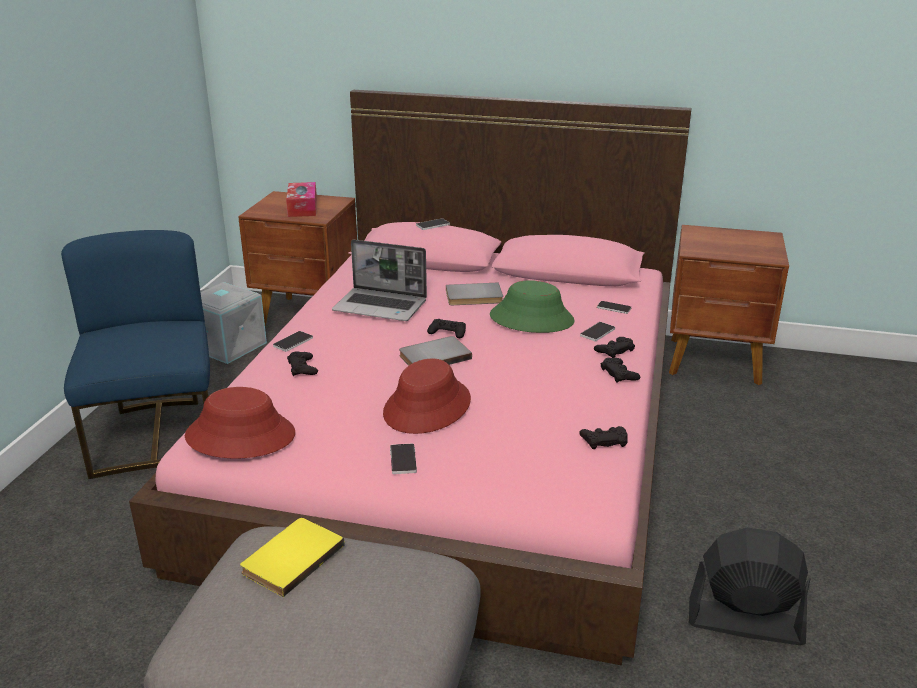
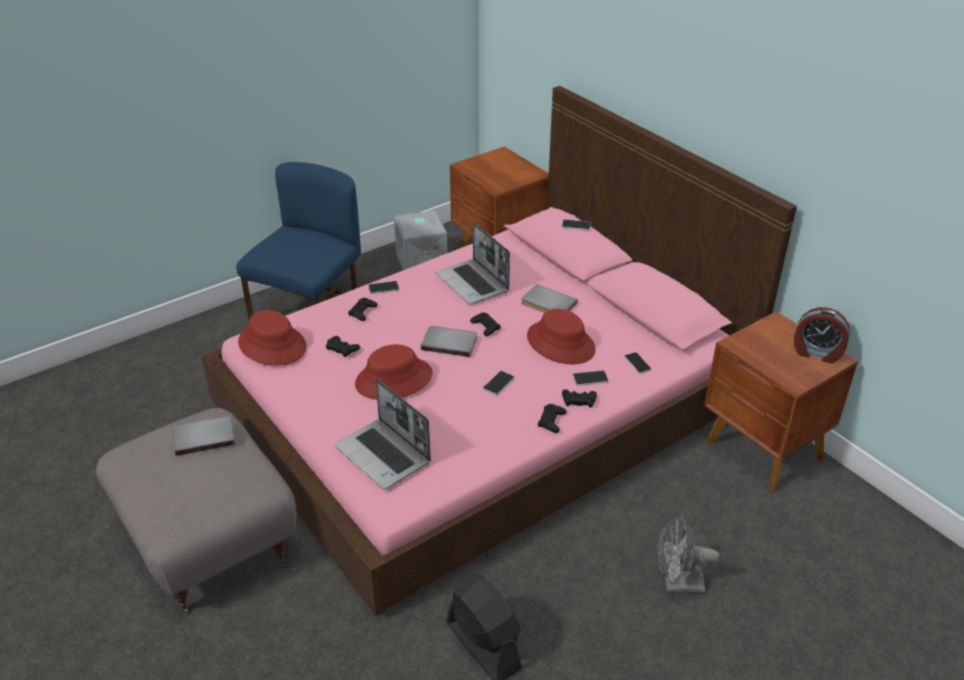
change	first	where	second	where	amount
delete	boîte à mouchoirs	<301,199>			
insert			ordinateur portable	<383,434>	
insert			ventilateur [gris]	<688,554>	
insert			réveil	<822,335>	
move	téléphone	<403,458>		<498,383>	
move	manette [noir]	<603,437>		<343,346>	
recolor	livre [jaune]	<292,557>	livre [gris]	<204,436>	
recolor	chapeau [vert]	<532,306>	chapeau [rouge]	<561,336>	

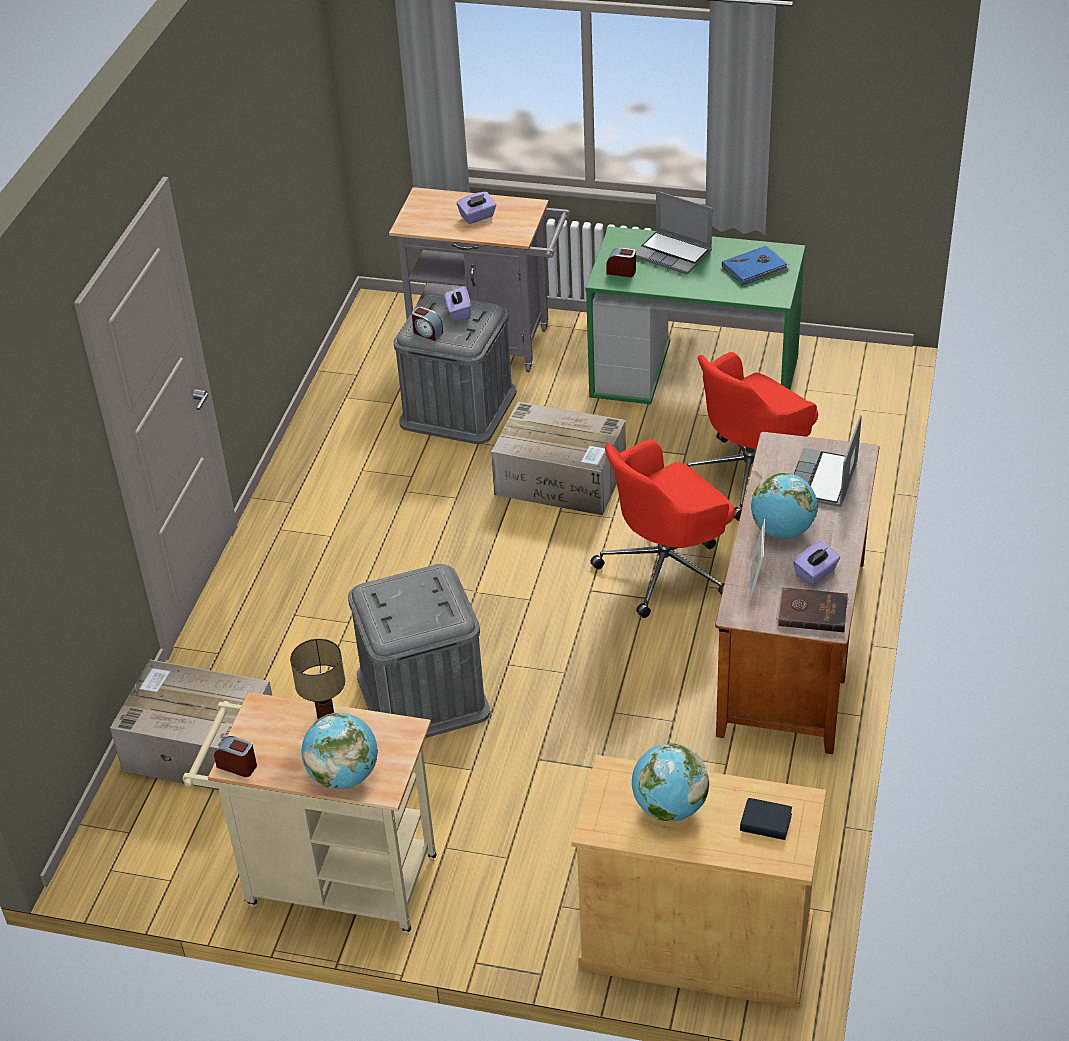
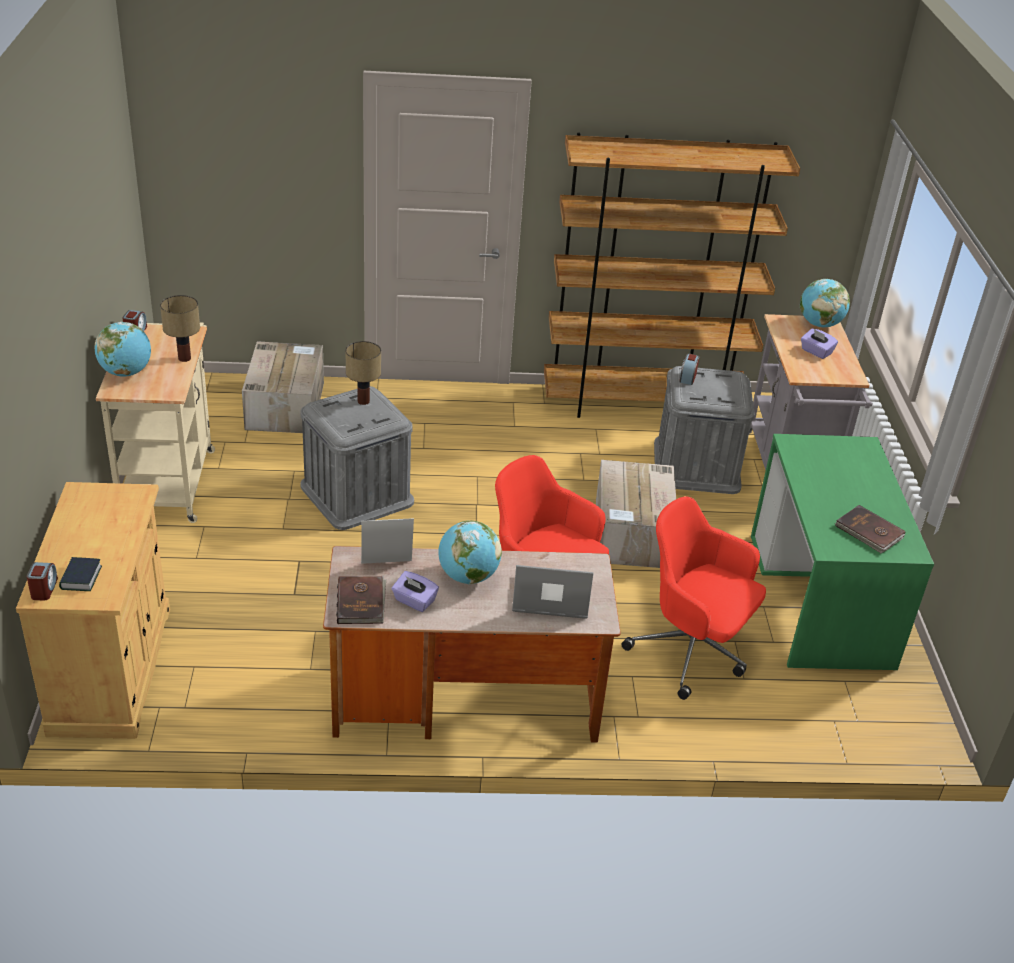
change	first	where	second	where	amount
delete	boîte à mouchoirs [violet]	<458,303>			
delete	ordinateur portable	<674,232>			
insert			lampe de table	<363,373>	
insert			bibliothèque [marron]	<672,275>	
move	réveil	<621,262>		<42,581>	
move	globe	<670,782>		<825,303>	
recolor	livre [bleu]	<755,265>	livre [marron]	<870,529>	

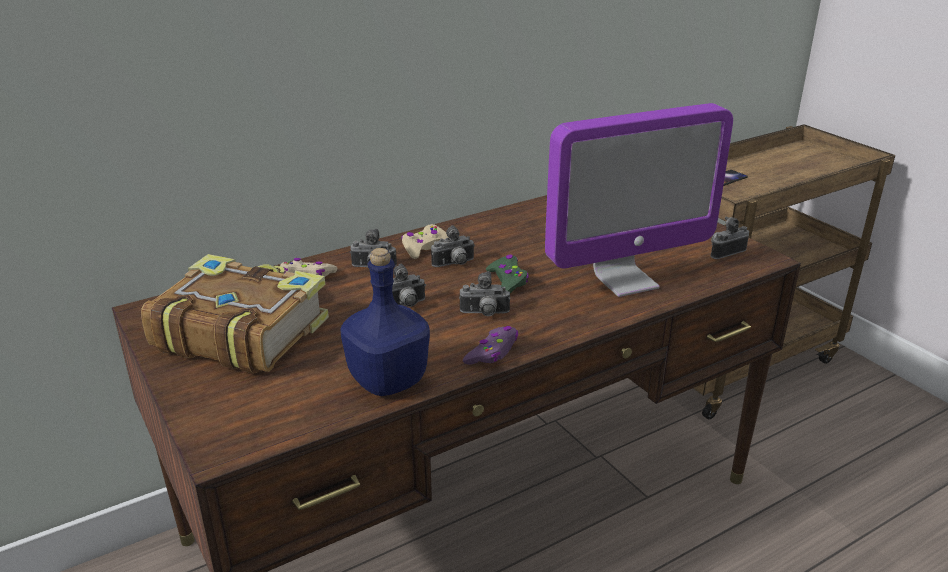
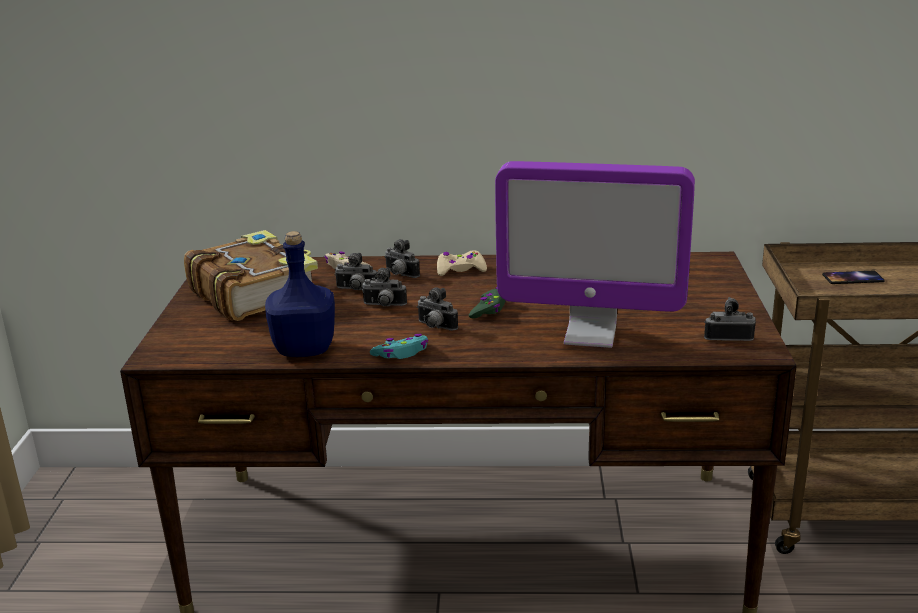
change	first	where	second	where	amount
move	appareil photo	<453,246>		<355,271>	
recolor	manette [violet]	<490,345>	manette [turquoise]	<399,346>	

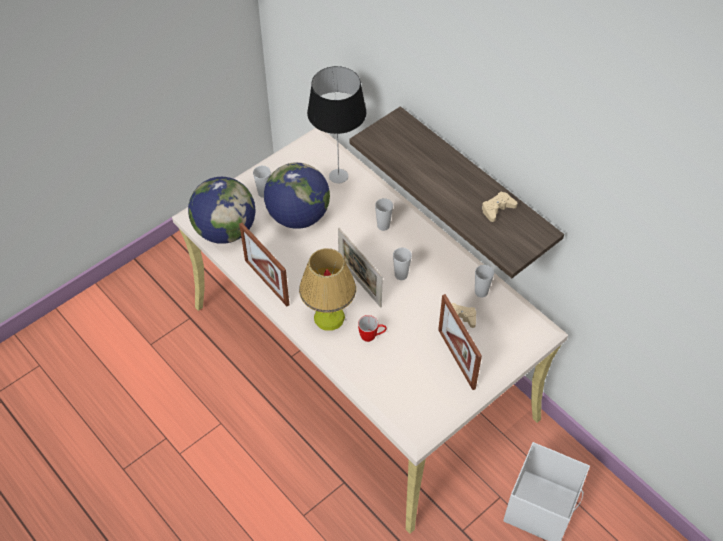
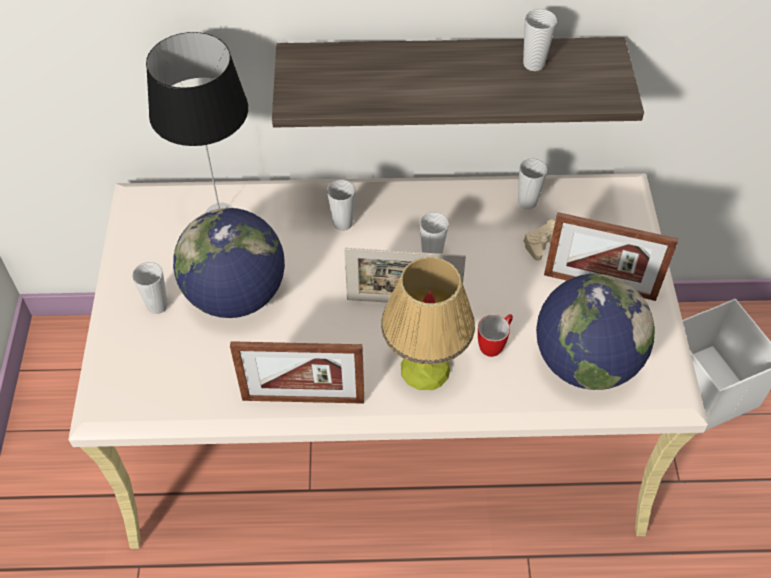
change	first	where	second	where	amount
move	globe	<222,210>		<595,332>	
replace	manette [beige]	<499,207>	tasse	<540,40>	

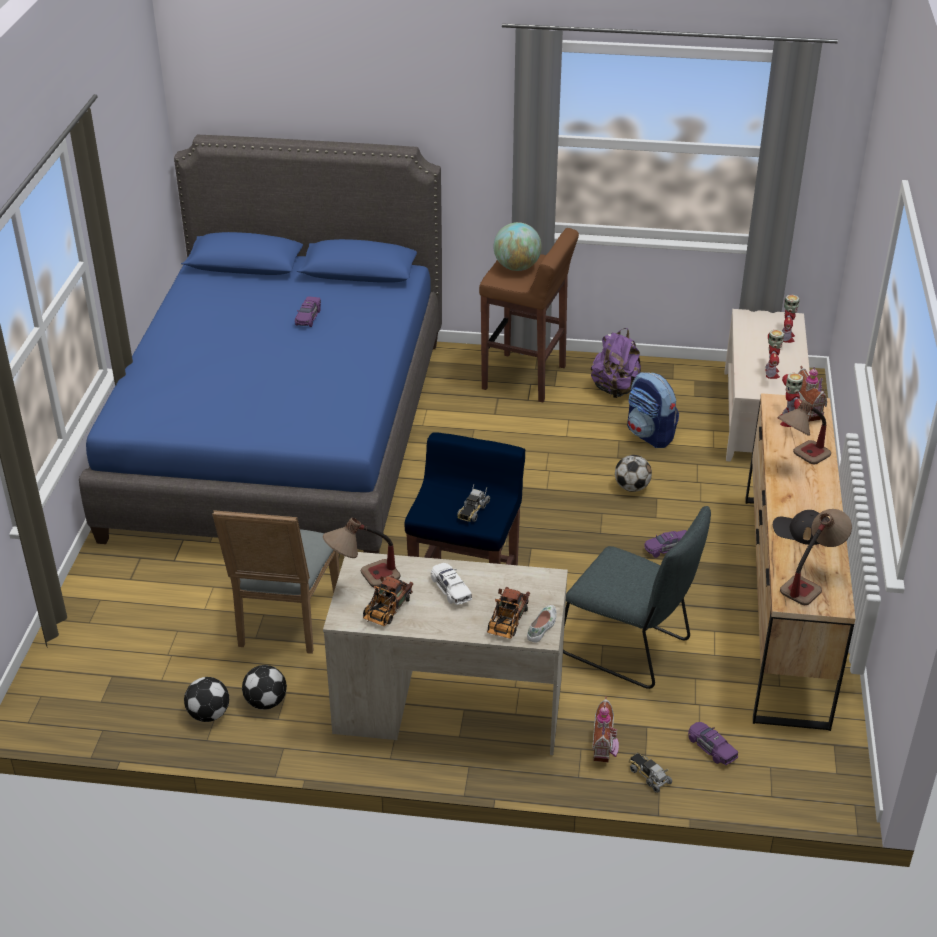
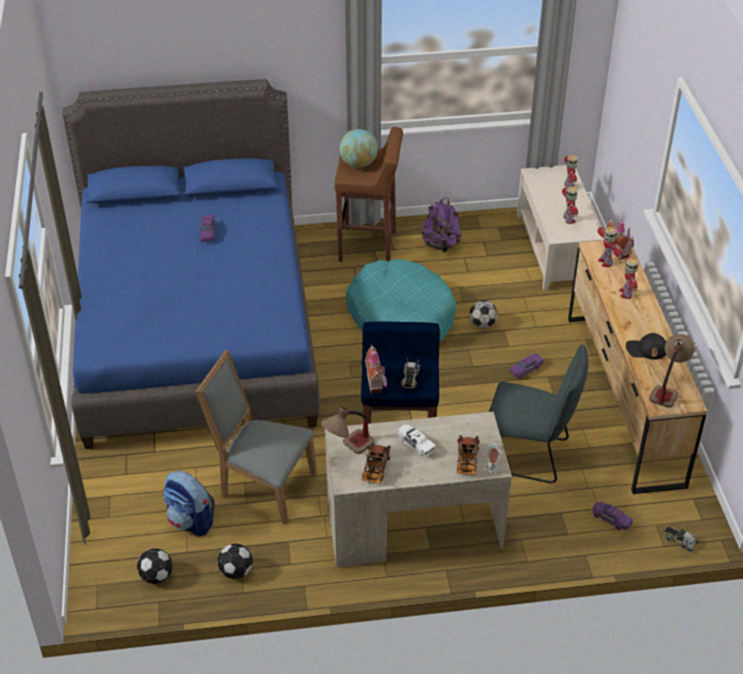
change	first	where	second	where	amount
insert			panier pour chien [turquoise]	<401,300>	
move	ballon de foot	<264,687>		<155,566>	
move	maison miniature	<606,729>		<376,368>	
move	sac à dos	<653,410>		<188,503>	
move	camion jouet	<650,773>		<681,539>	
replace	lampe de table	<804,432>	robot jouet	<629,278>	
rotate	chaise [gris]	<276,582>		<256,437>	120 degrees clockwise

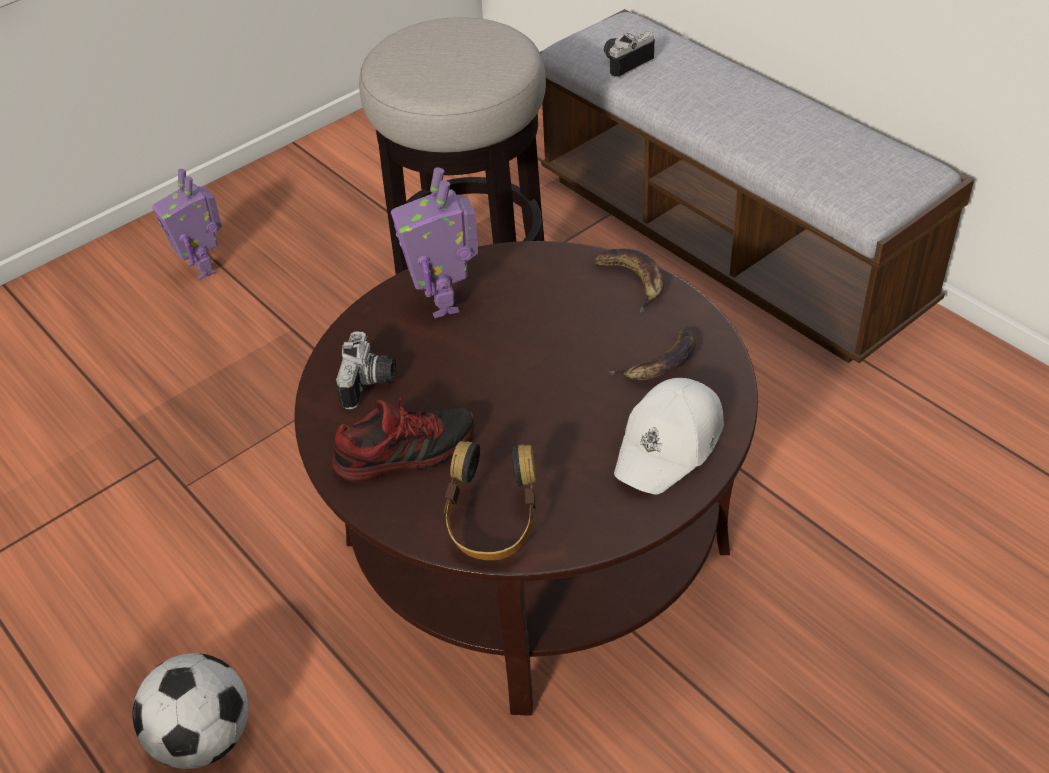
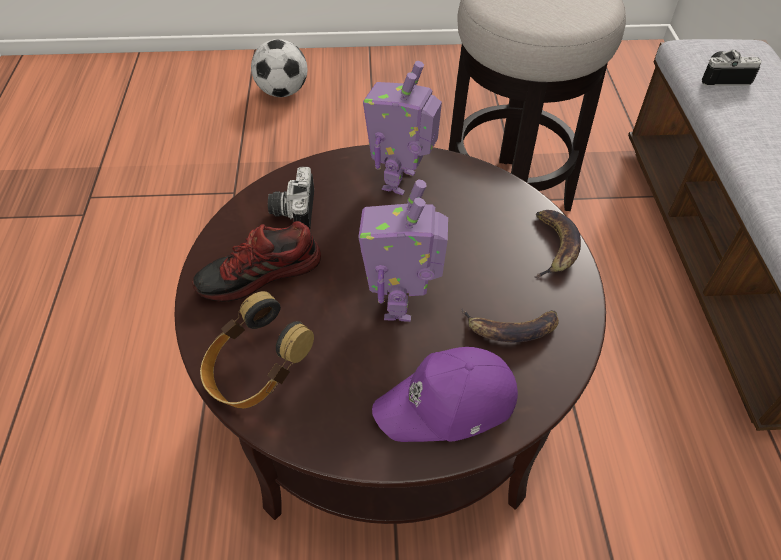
change	first	where	second	where	amount
move	ballon de foot	<190,711>		<279,68>	
move	robot jouet	<187,224>		<403,250>	
recolor	casquette [blanc]	<669,436>	casquette [violet]	<445,394>	
rotate	chaussure	<403,439>		<256,261>	135 degrees clockwise
rotate	appareil photo	<366,370>		<291,198>	135 degrees clockwise

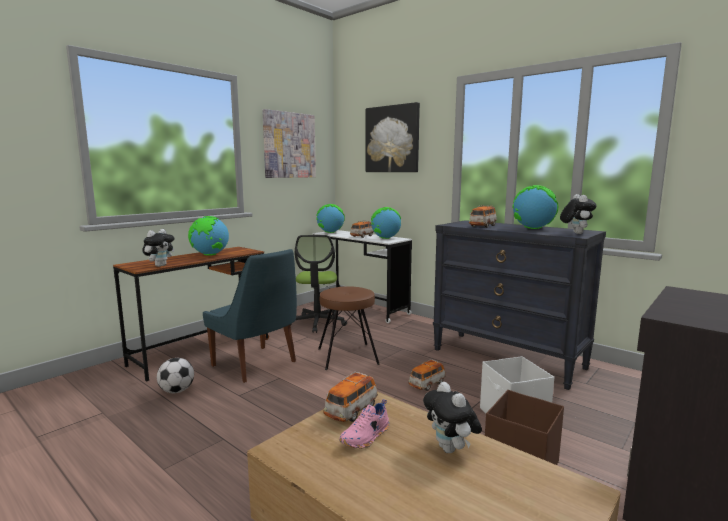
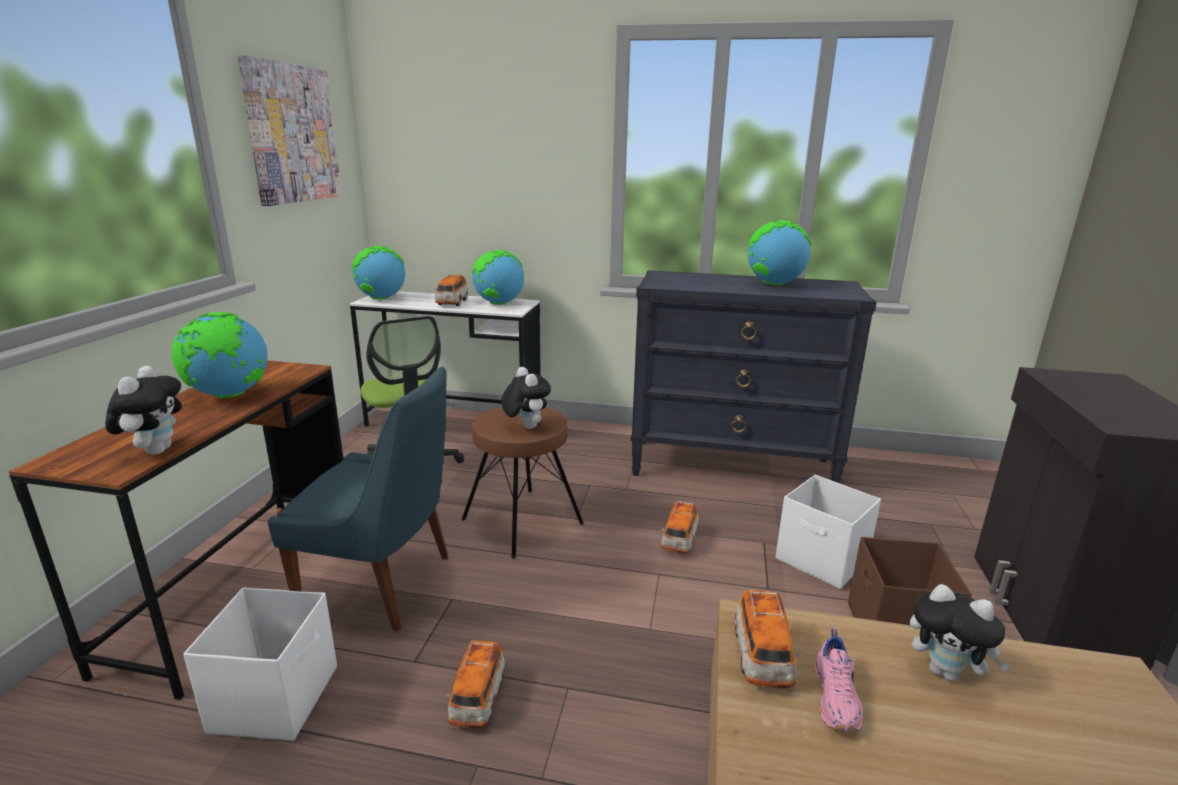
change	first	where	second	where	amount
delete	tableau	<393,137>			
move	petite voiture	<483,216>		<476,684>	
move	peluche	<578,214>		<526,398>	
replace	ballon de foot	<175,375>	boîte de rangement [blanc]	<260,664>	

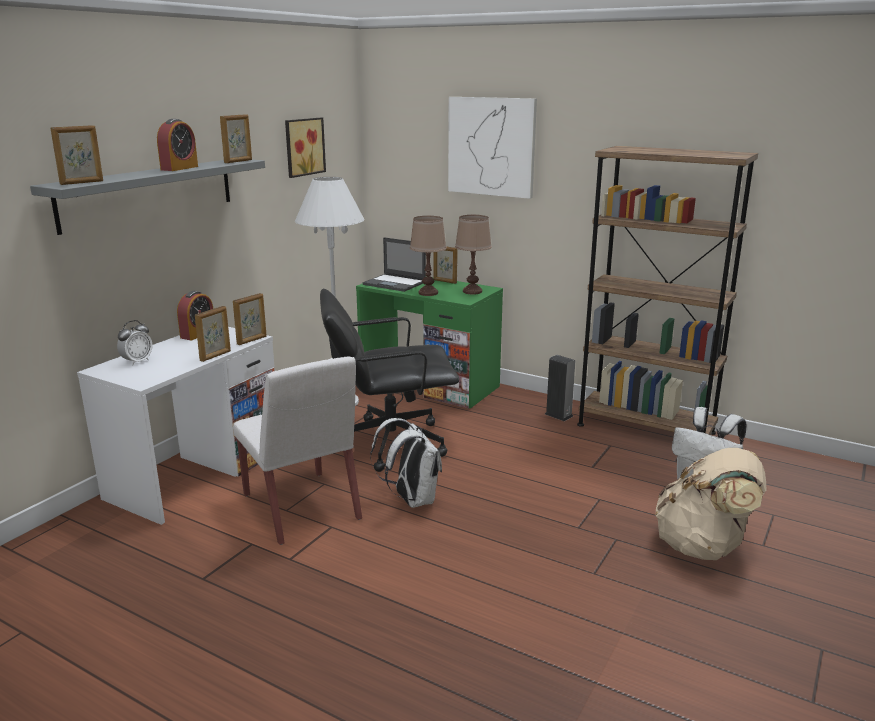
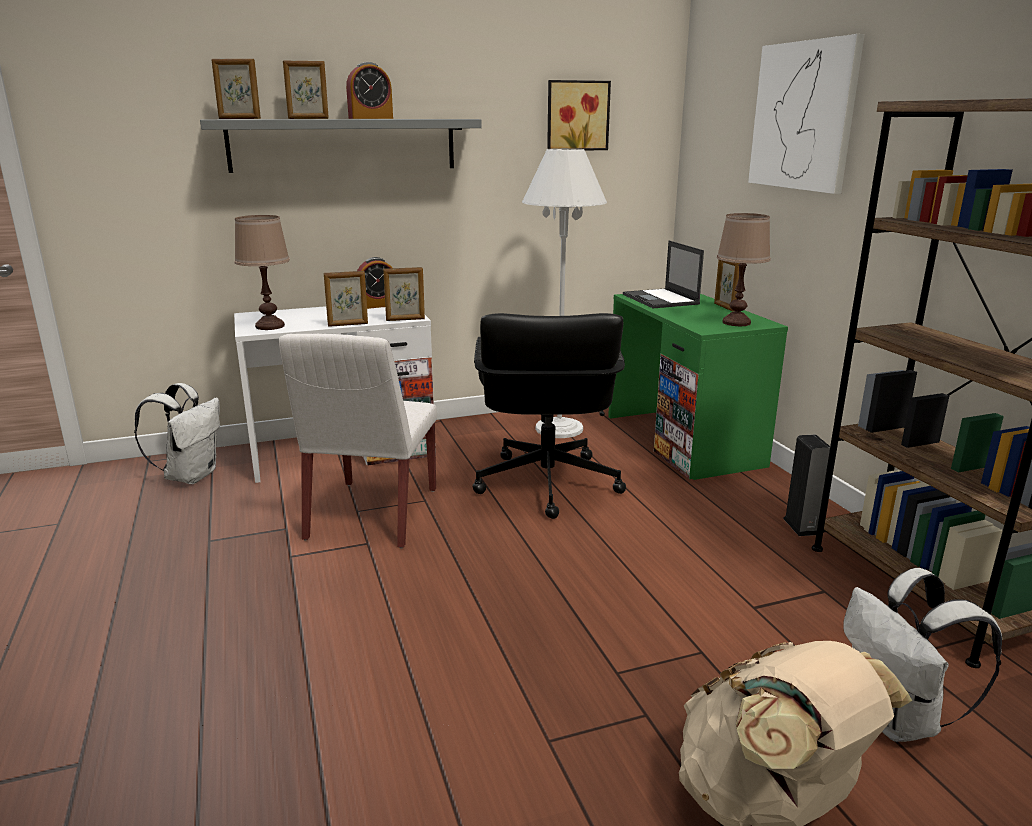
change	first	where	second	where	amount
delete	réveil	<134,342>			
move	cadre photo	<236,138>		<306,89>	
move	sac à dos [blanc]	<406,463>		<177,433>	
move	lampe de table [marron]	<428,256>		<262,272>	
rotate	chaise de bureau [noir]	<389,380>		<549,416>	120 degrees counterclockwise

